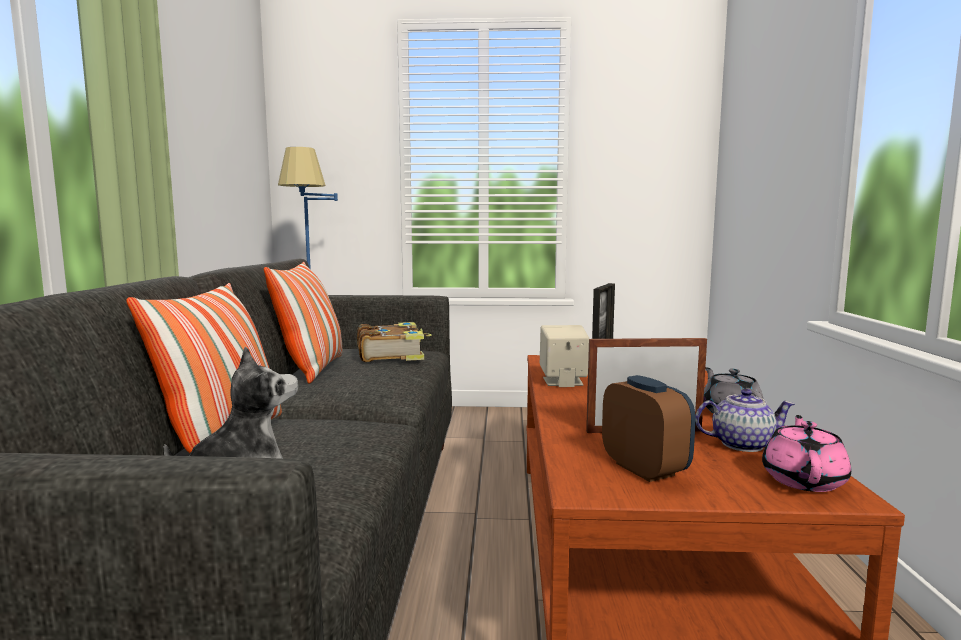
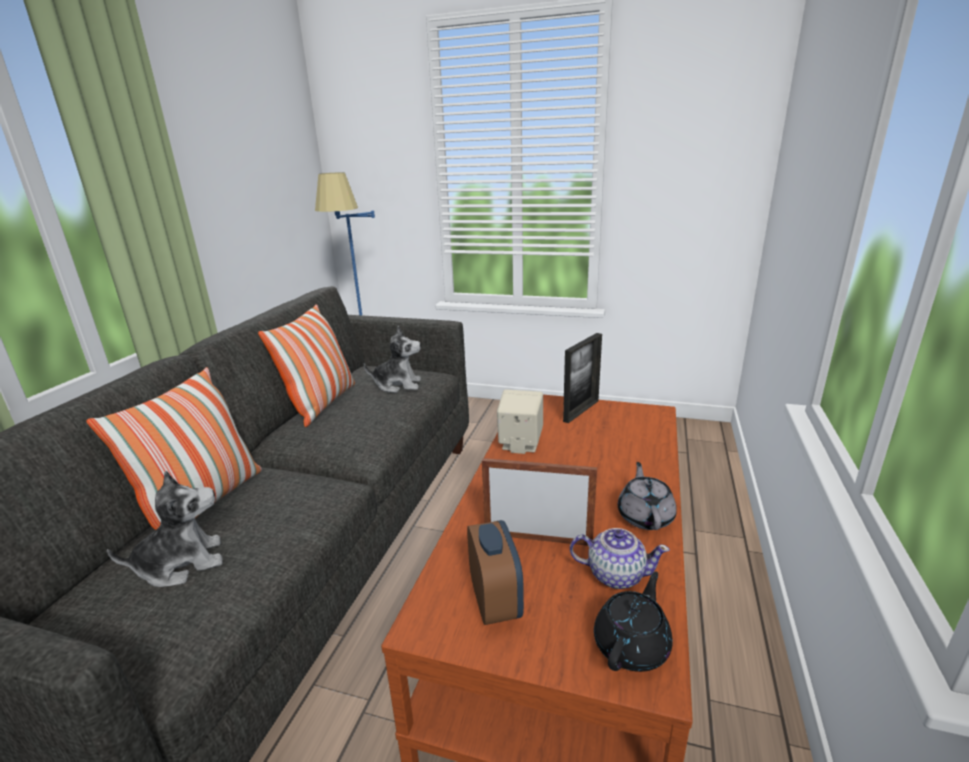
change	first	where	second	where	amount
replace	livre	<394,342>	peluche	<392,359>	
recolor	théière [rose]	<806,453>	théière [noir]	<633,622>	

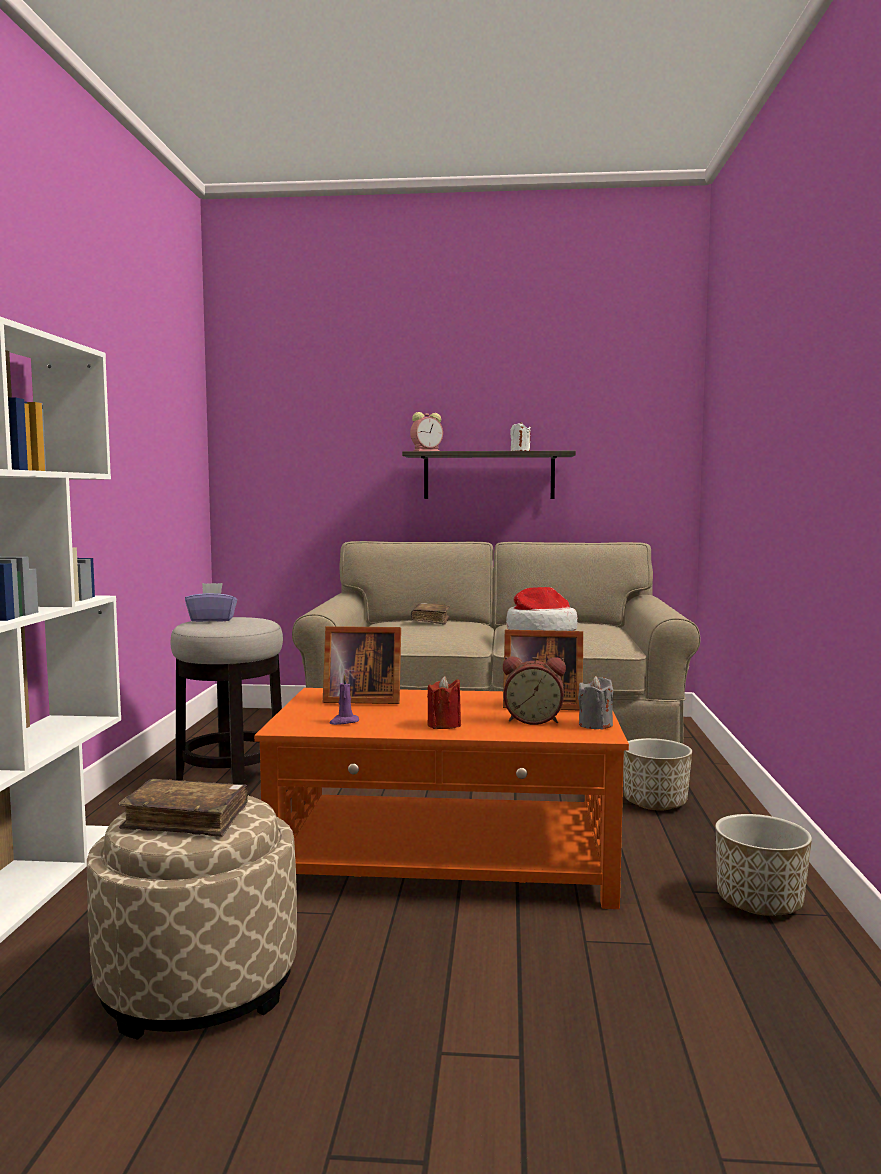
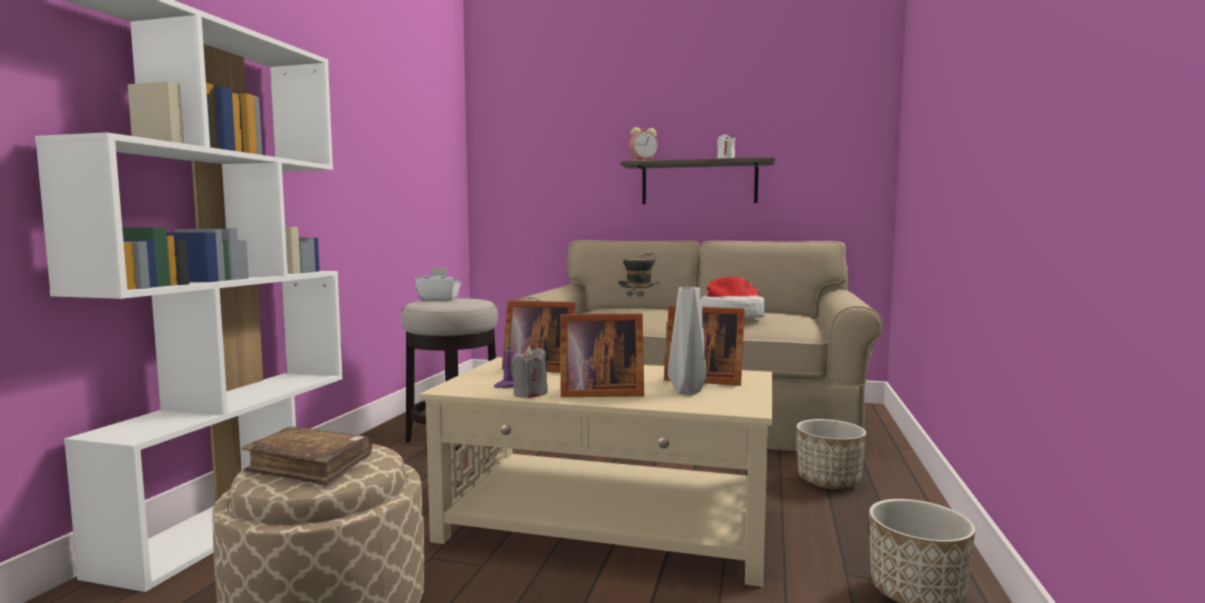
change	first	where	second	where	amount
move	bougie [gris]	<596,702>		<529,372>	
replace	livre [marron]	<430,614>	chapeau	<638,281>	
replace	bougie [rouge]	<444,702>	cadre photo	<602,355>	
replace	réveil	<534,690>	vase [gris]	<687,341>	
recolor	boîte à mouchoirs [violet]	<211,602>	boîte à mouchoirs [blanc]	<437,283>	
recolor	table basse [orange]	<441,798>	table basse [beige]	<596,472>	

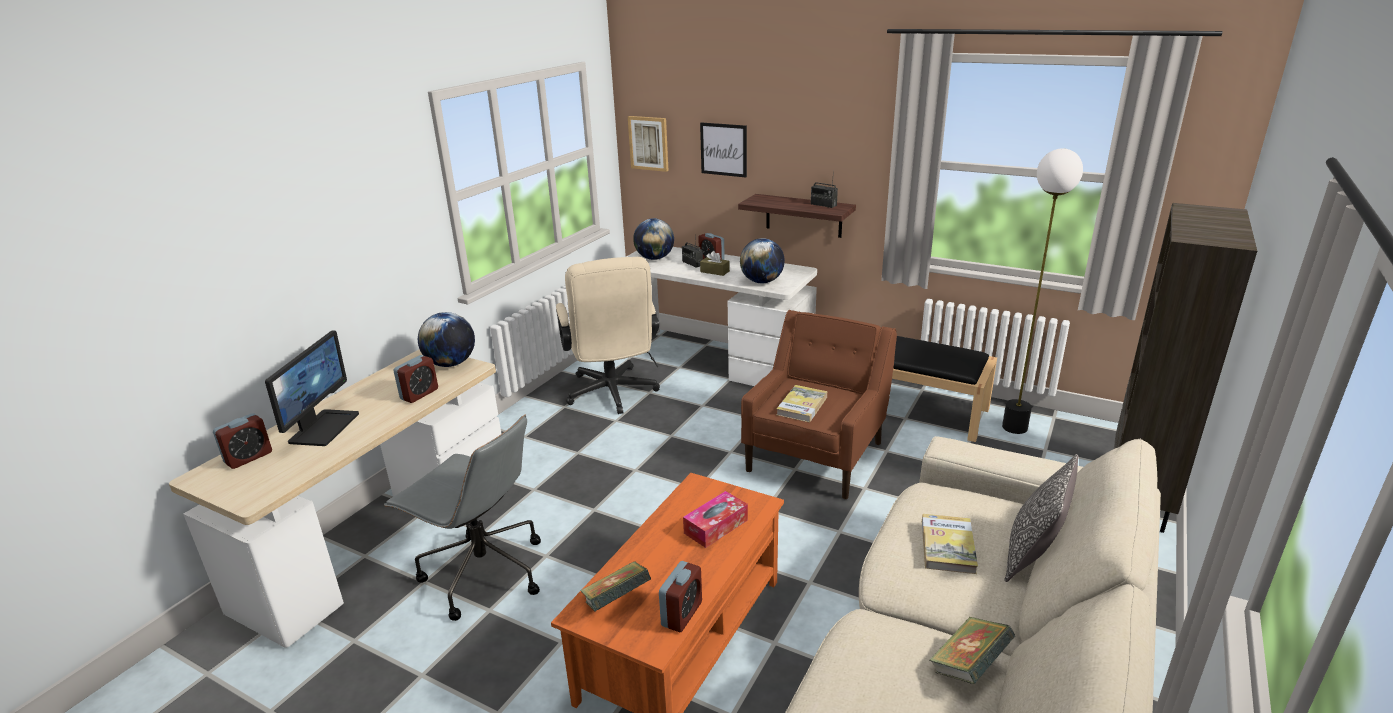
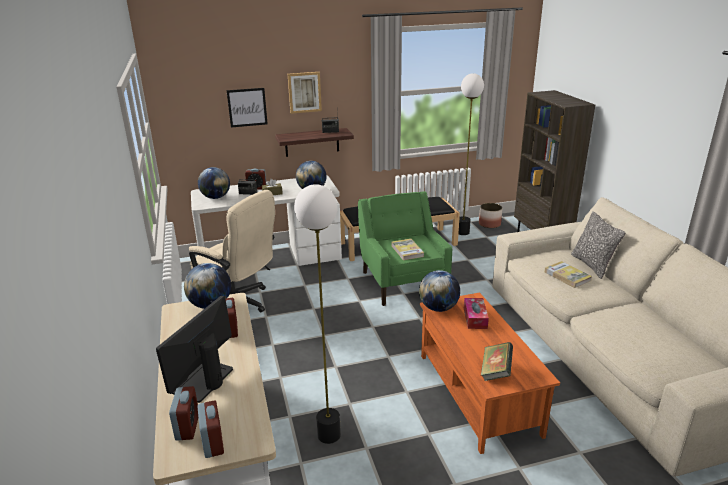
change	first	where	second	where	amount
delete	livre	<972,650>			
insert			globe	<439,291>	
insert			cache-pot	<490,215>	
move	tableau	<648,144>		<305,93>	
move	réveil	<680,596>		<210,429>	
replace	chaise de bureau [gris]	<462,518>	lampadaire	<317,314>	
recolor	fauteuil [marron]	<819,404>	fauteuil [vert]	<405,248>	
rotate	écran d'ordinateur	<312,388>		<194,349>	120 degrees counterclockwise

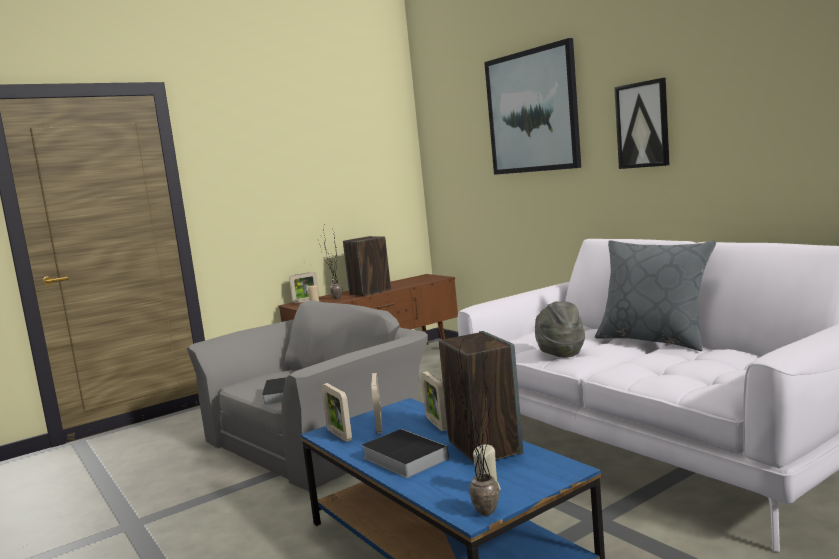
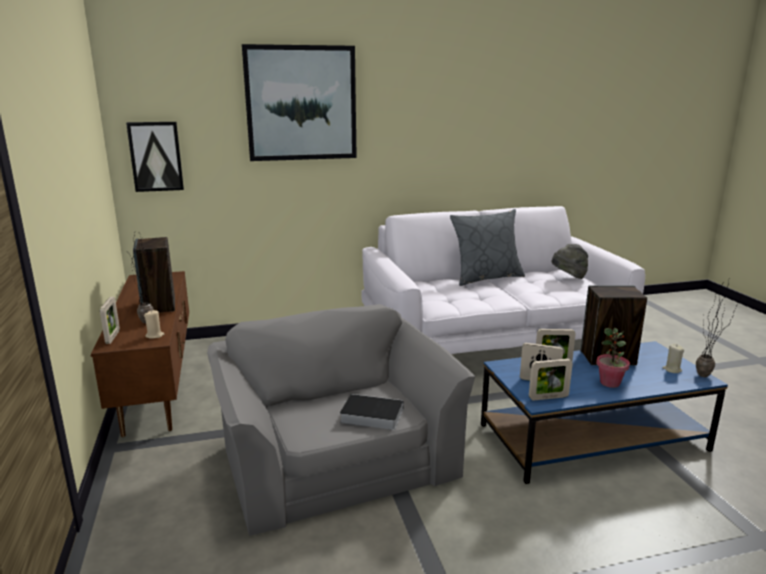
change	first	where	second	where	amount
move	chapeau [gris]	<560,329>		<570,261>	
move	tableau	<642,123>		<155,157>	
replace	livre	<405,453>	plante en pot	<613,358>	

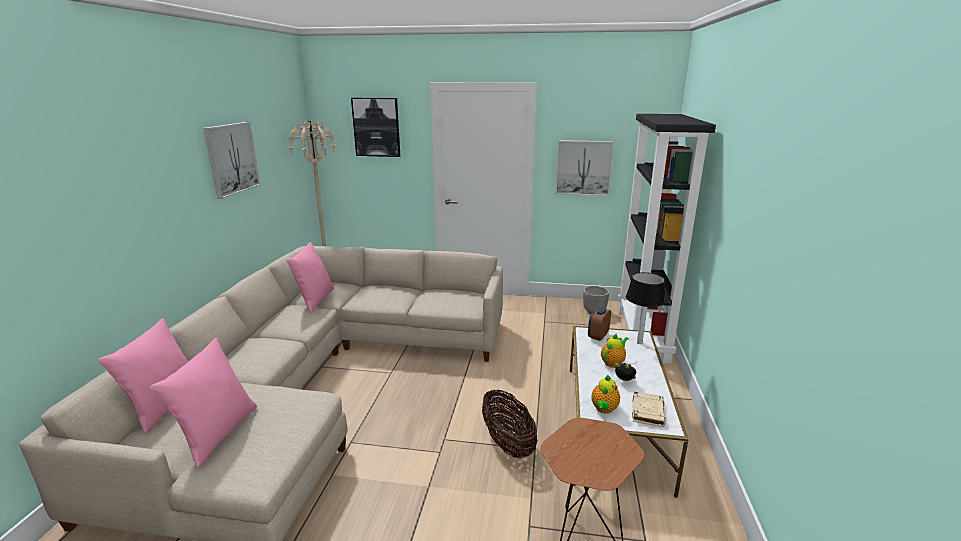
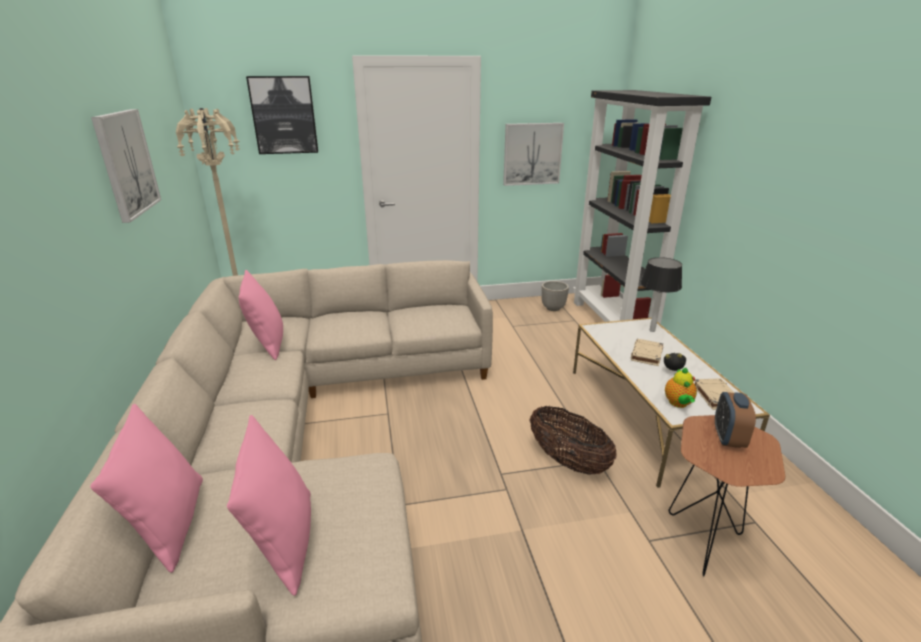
change	first	where	second	where	amount
move	réveil	<599,324>		<735,420>	
replace	théière	<615,351>	livre [beige]	<647,352>	

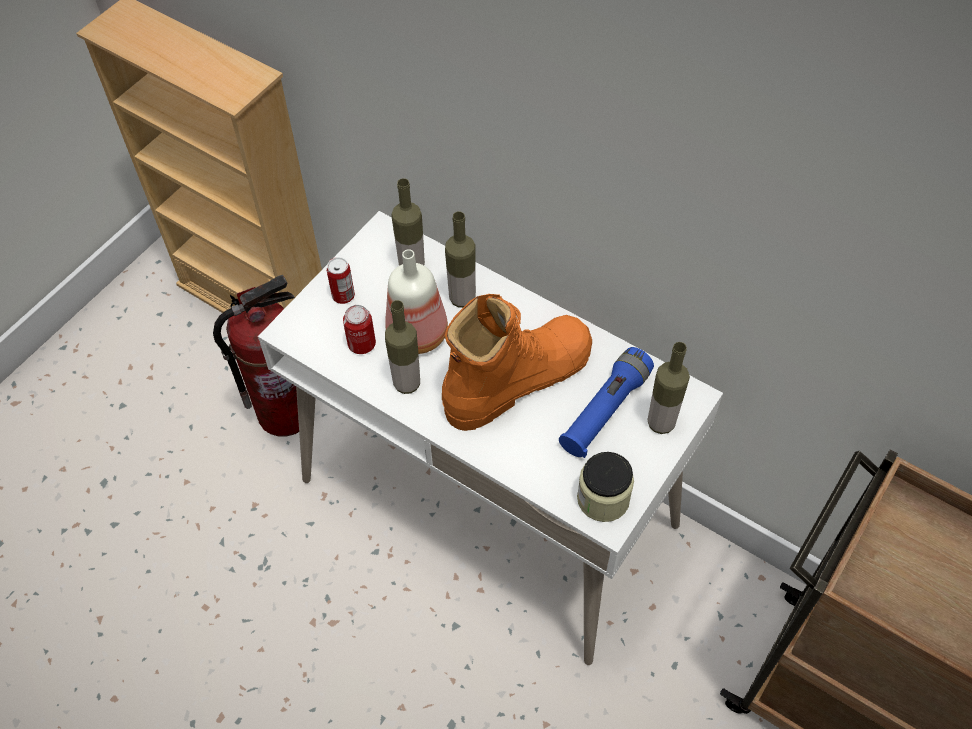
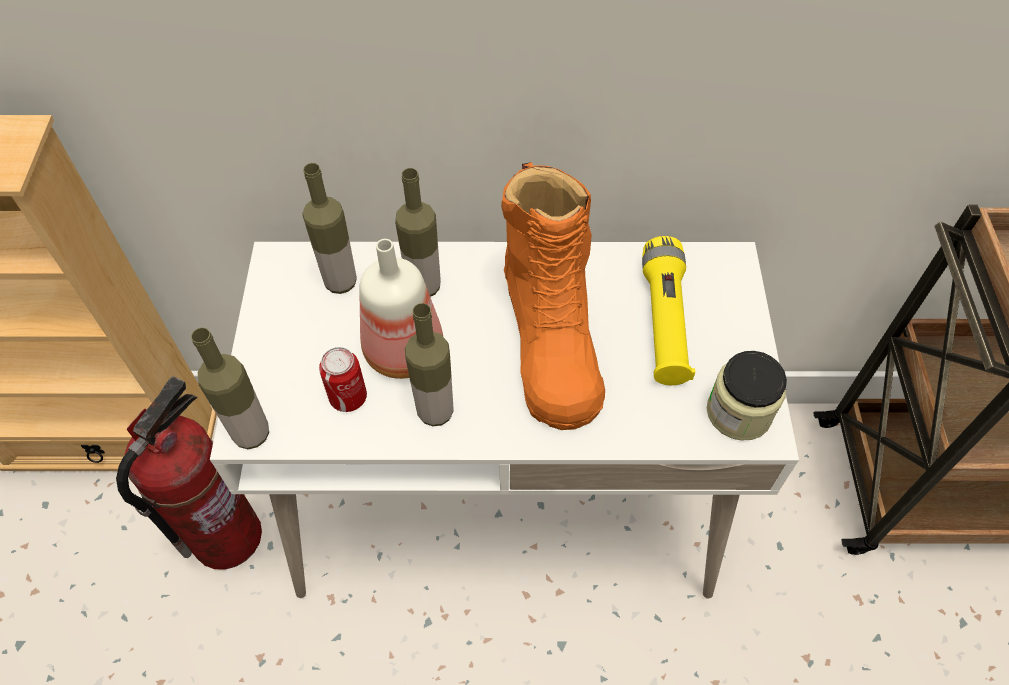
change	first	where	second	where	amount
delete	boîte métallique	<341,280>			
move	bouteille	<668,388>		<230,388>	
recolor	lampe de poche [bleu]	<606,402>	lampe de poche [jaune]	<668,310>	
rotate	botte [orange]	<517,362>		<553,296>	150 degrees clockwise

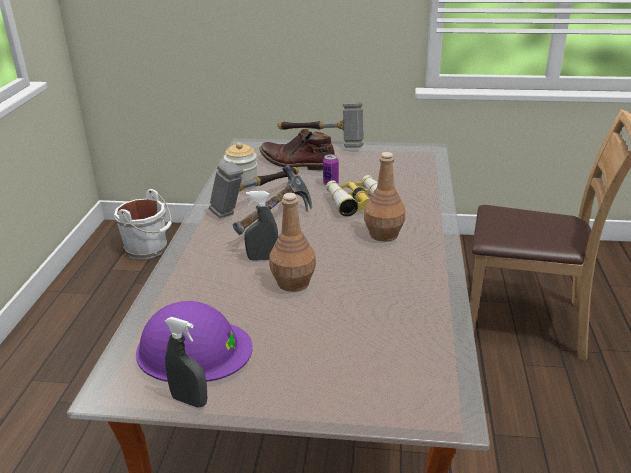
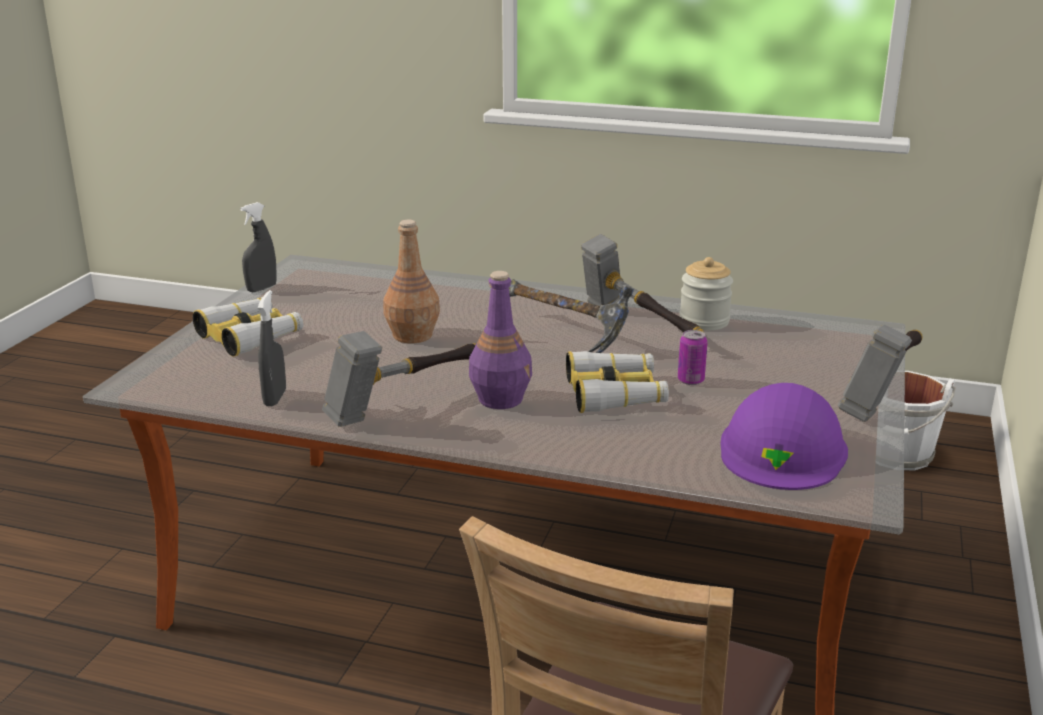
change	first	where	second	where	amount
delete	botte [marron]	<297,149>			
insert			jumelles	<248,327>	
insert			marteau	<399,379>	
move	casque de chantier [violet]	<194,341>		<784,436>	
move	vaporisateur [gris]	<261,226>		<272,348>	
recolor	bouteille [marron]	<384,197>	bouteille [violet]	<500,340>	

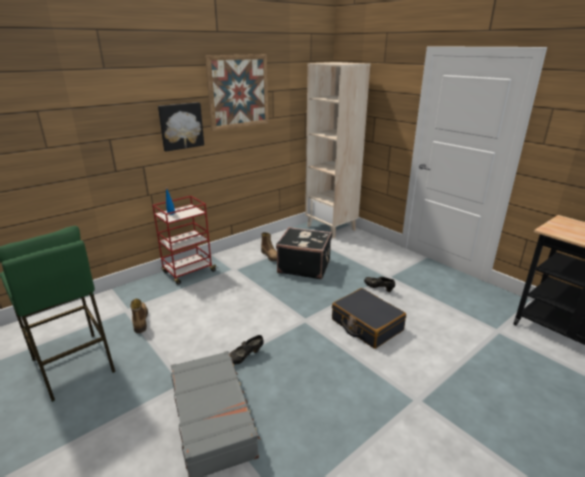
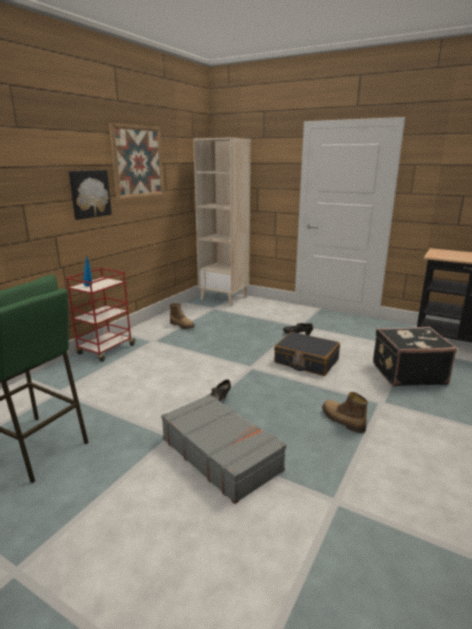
change	first	where	second	where	amount
move	botte	<139,316>		<345,412>	
move	valise [noir]	<304,253>		<415,357>	

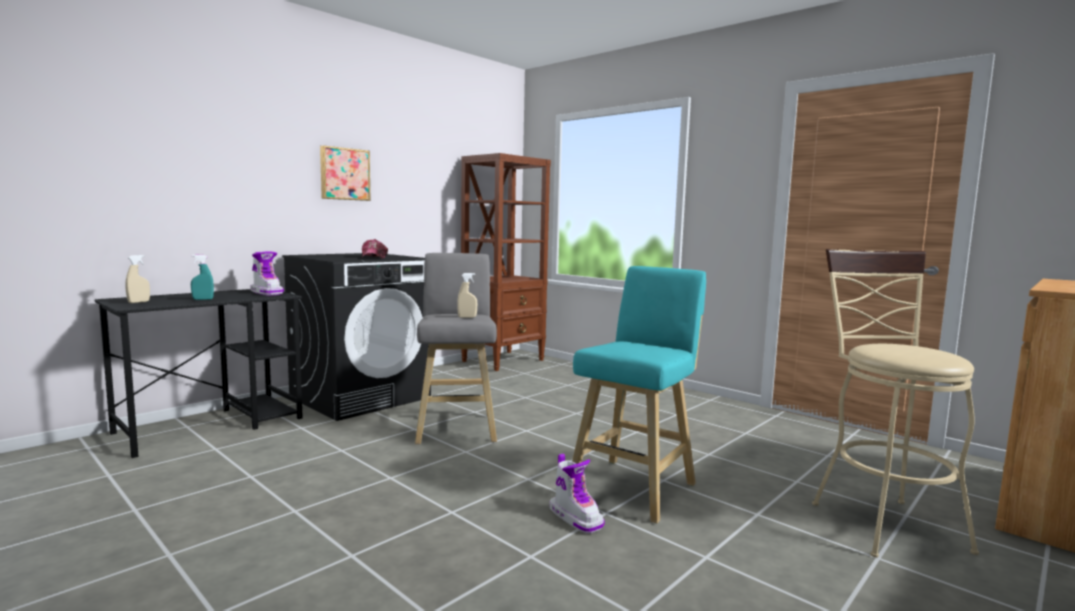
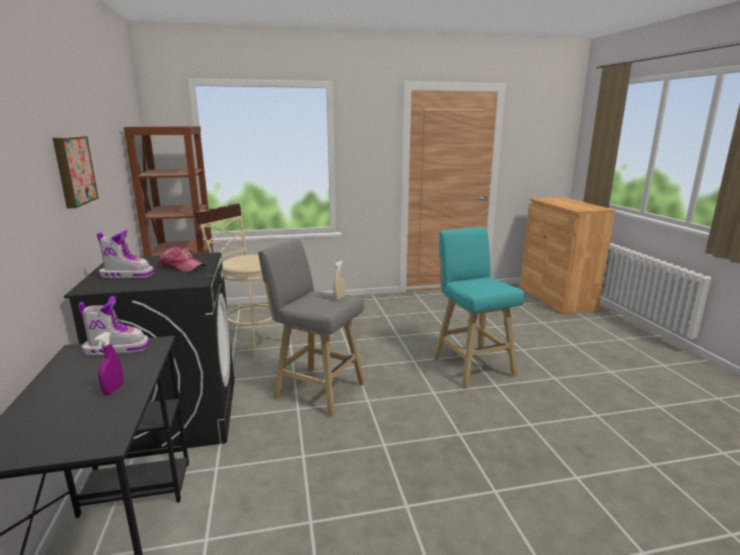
change	first	where	second	where	amount
delete	vaporisateur [beige]	<137,279>			
move	botte	<577,493>		<125,254>	
move	tabouret [beige]	<895,403>		<243,283>	
recolor	vaporisateur [turquoise]	<202,277>	vaporisateur [violet]	<109,363>	

